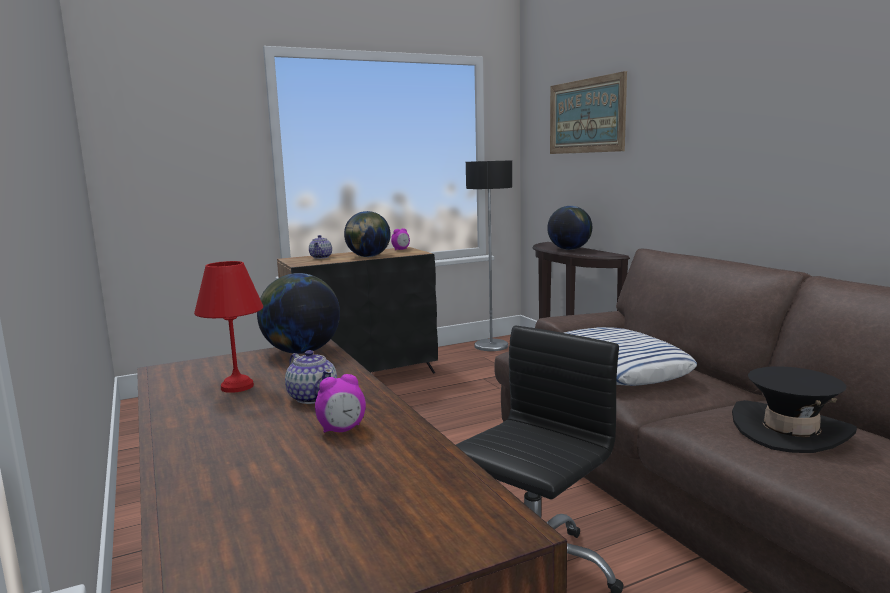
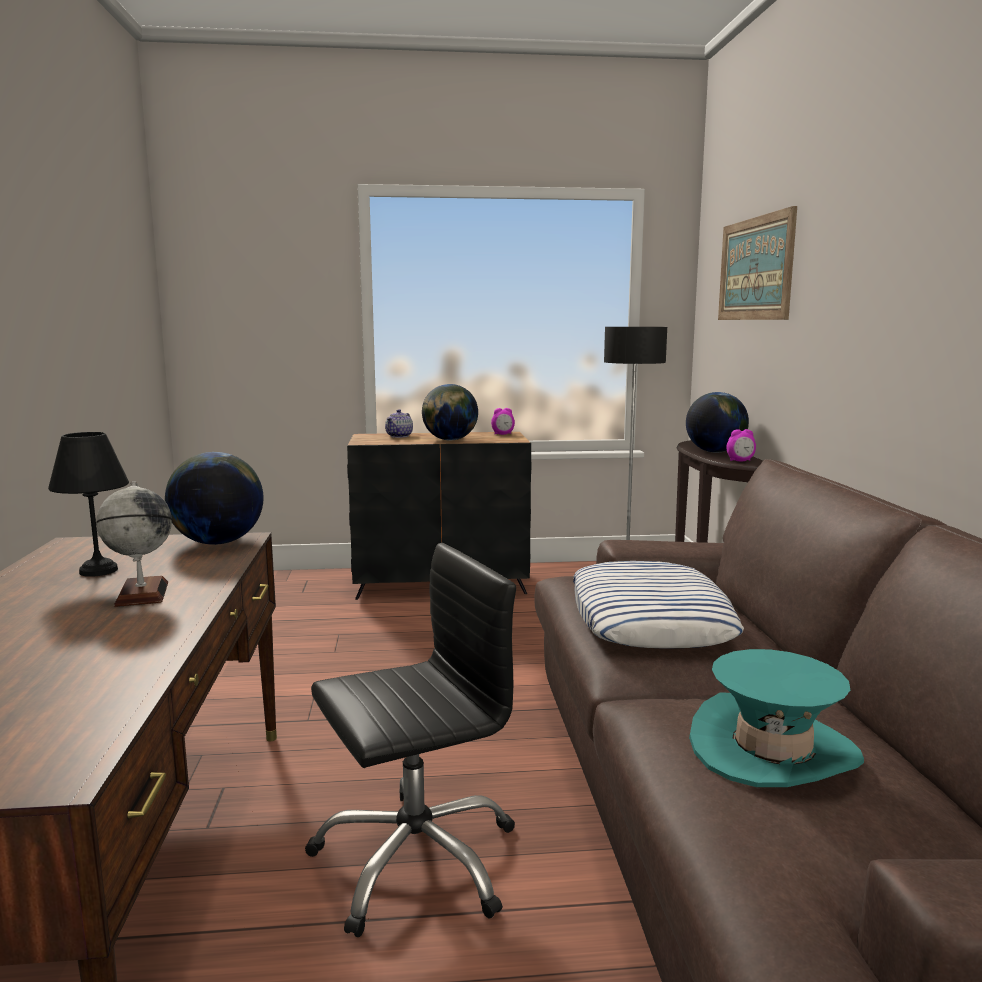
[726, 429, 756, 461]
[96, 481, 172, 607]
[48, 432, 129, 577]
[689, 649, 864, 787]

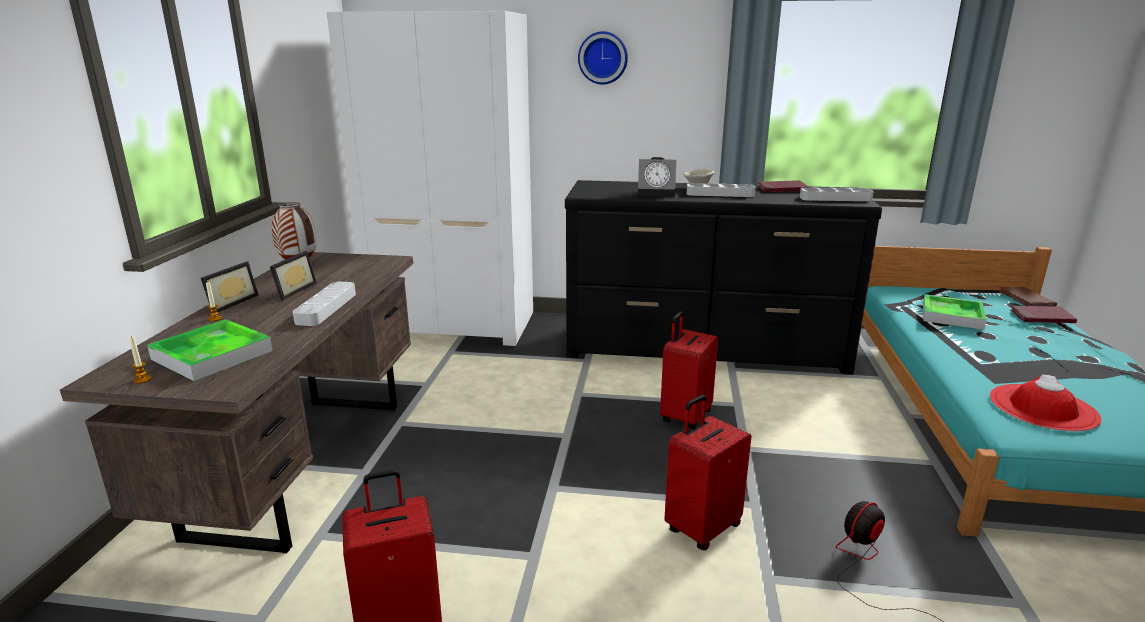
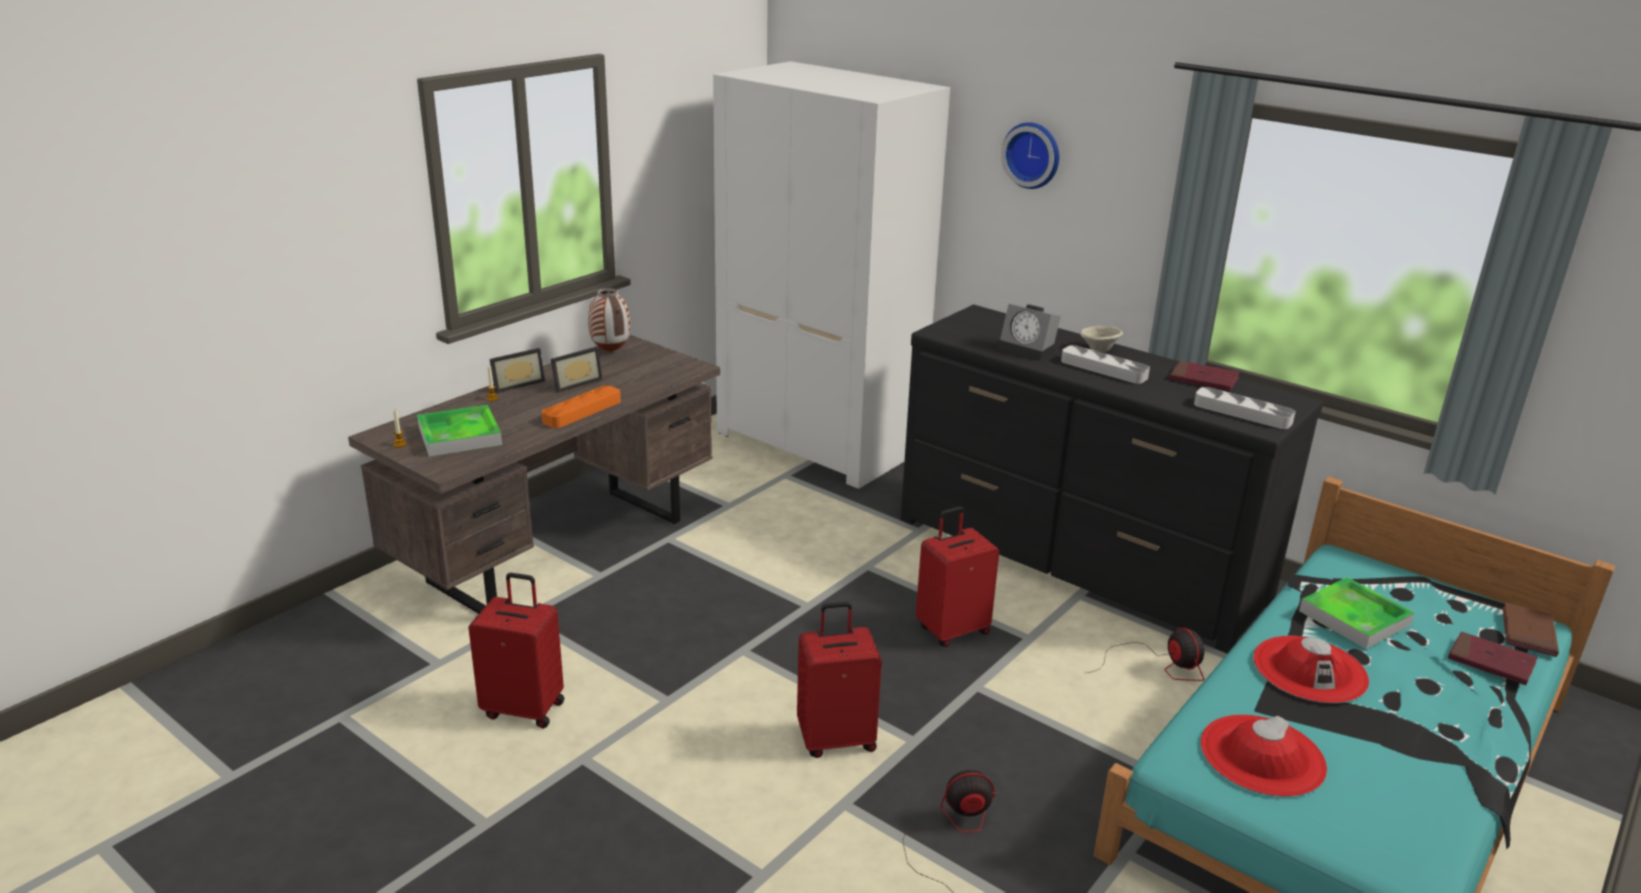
[1087, 628, 1204, 681]
[1253, 636, 1369, 703]
[542, 385, 621, 428]

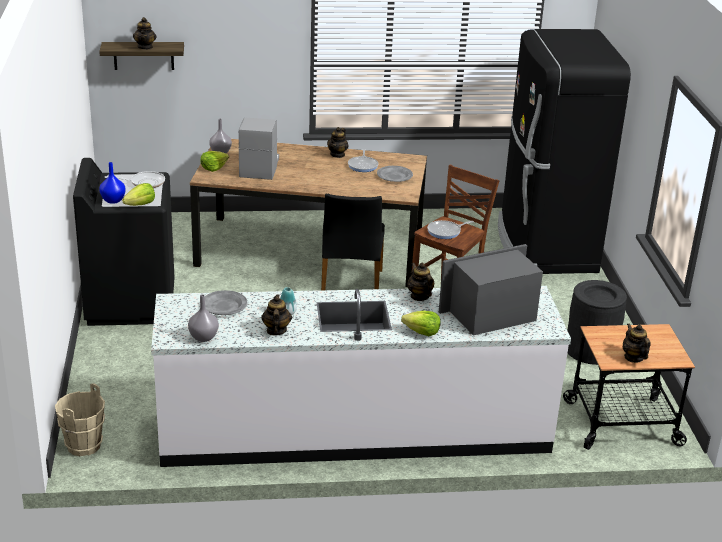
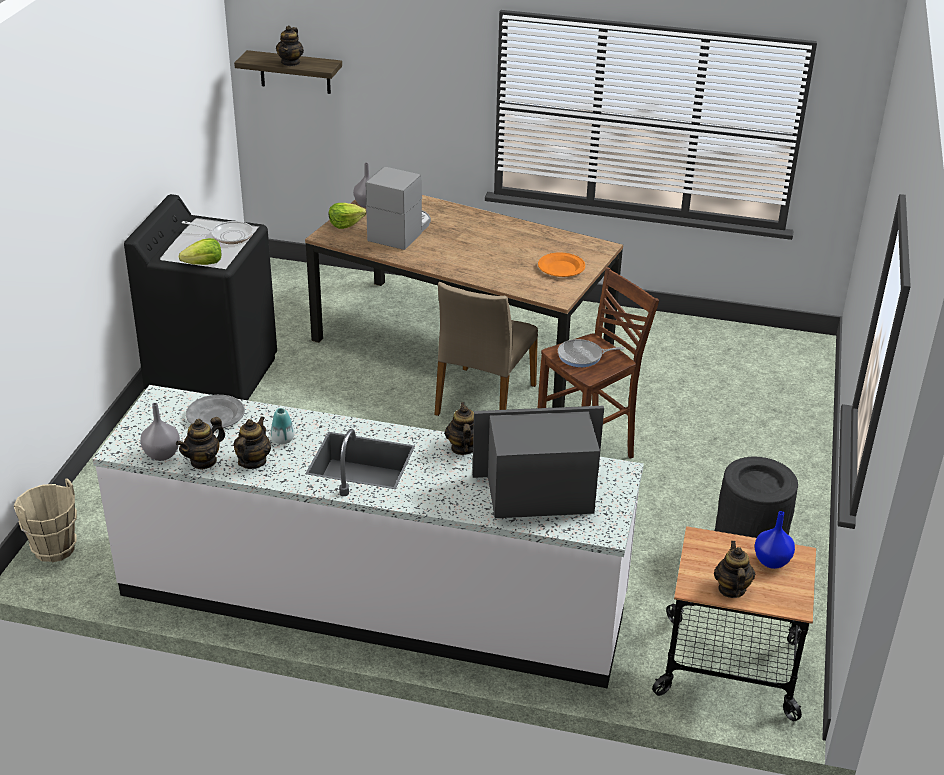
[348, 149, 378, 172] (first image)
[401, 311, 441, 336] (first image)
[498, 29, 631, 274] (first image)
[755, 511, 795, 569]
[176, 417, 225, 470]
[434, 282, 538, 416]
[538, 252, 585, 277]

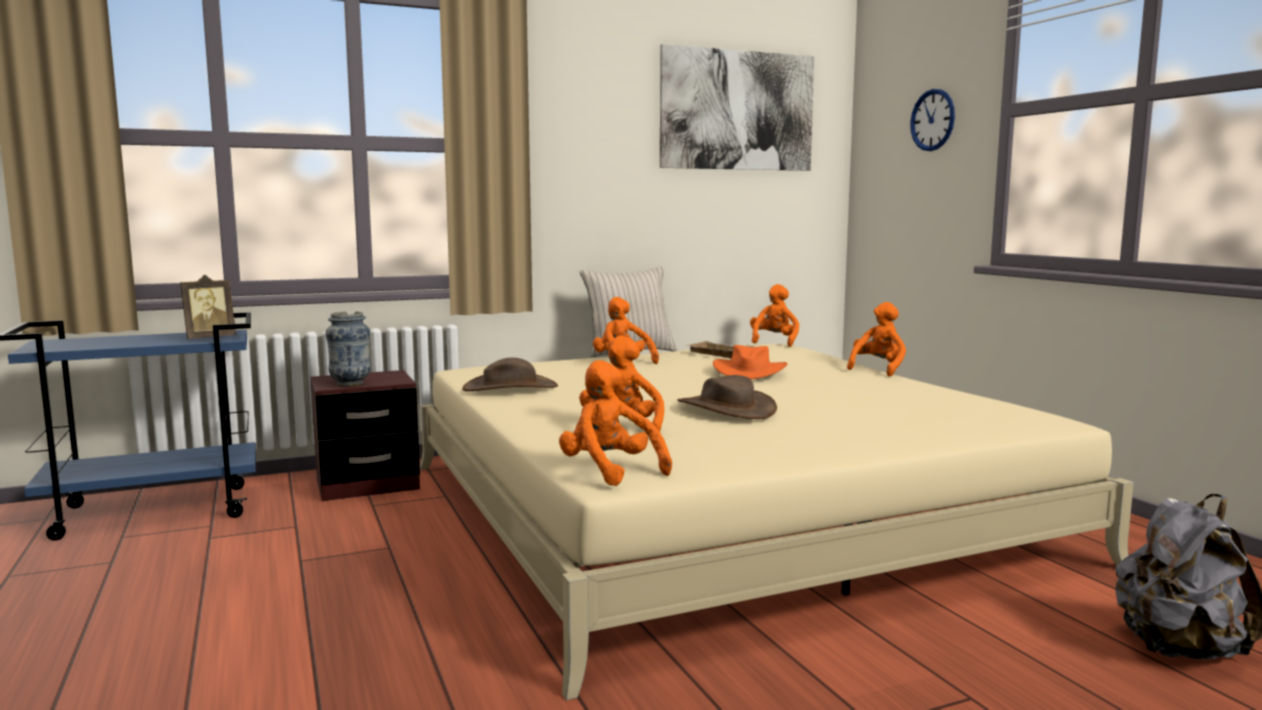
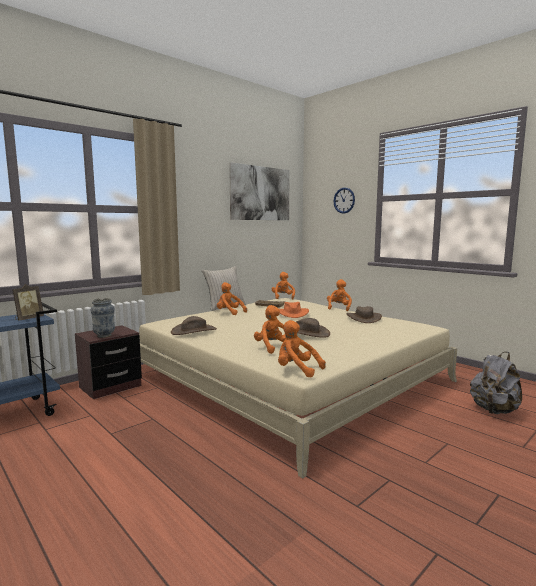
[347, 306, 382, 323]

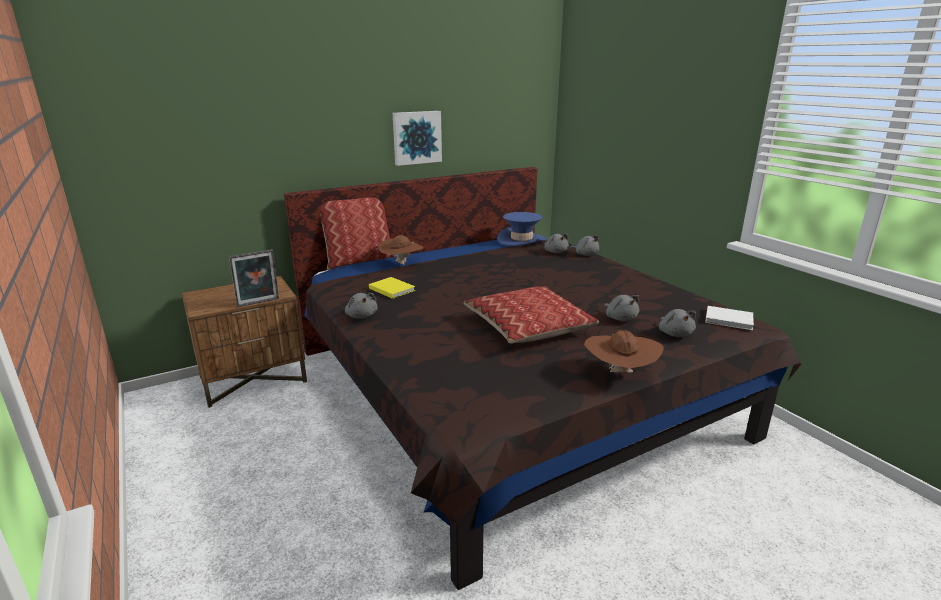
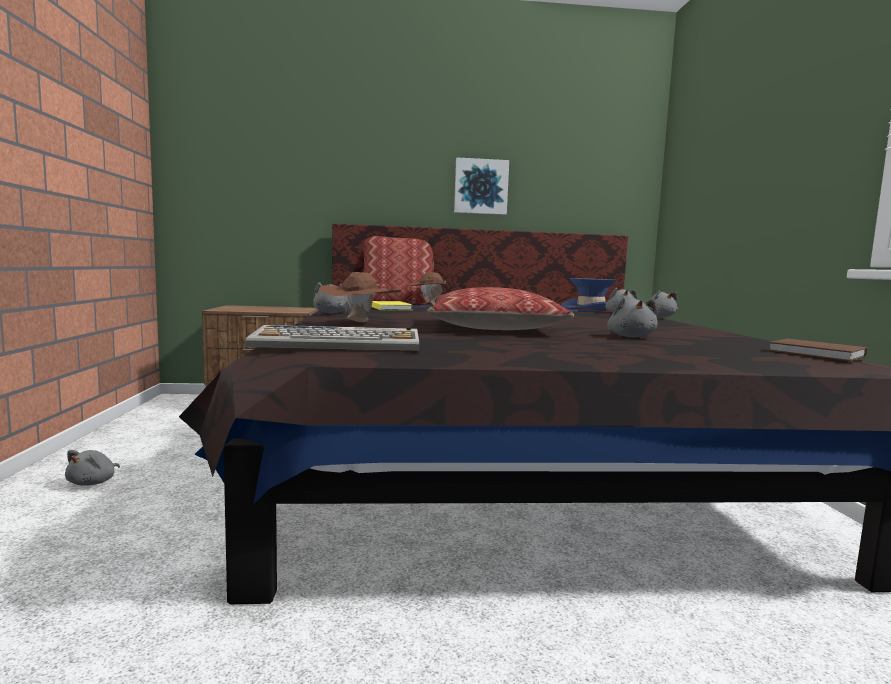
[229, 249, 279, 307] (first image)
[245, 325, 419, 351]
[319, 272, 401, 323]
[65, 450, 120, 486]
[768, 339, 867, 361]

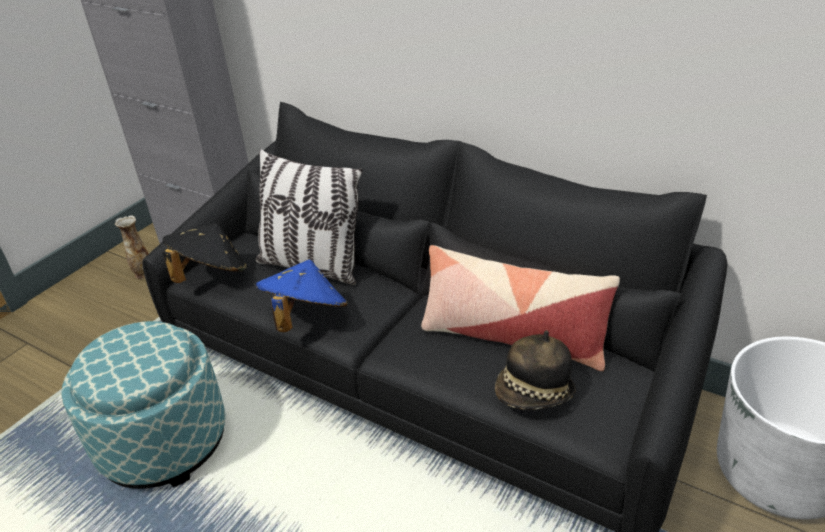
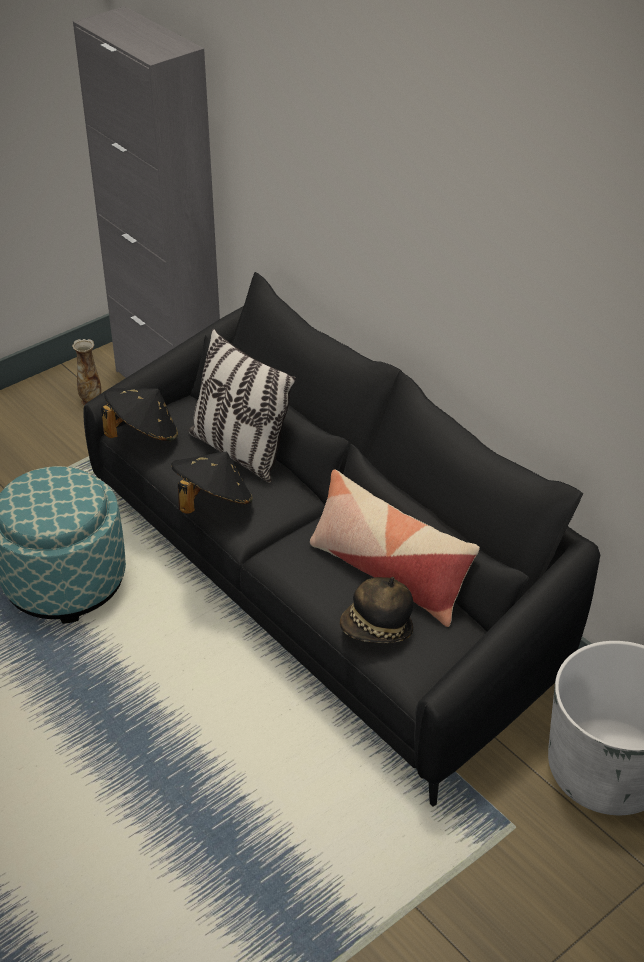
[171, 452, 253, 514]

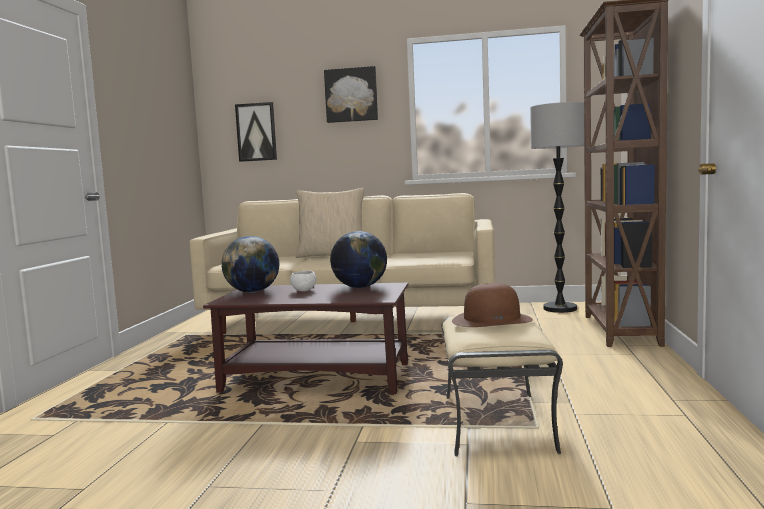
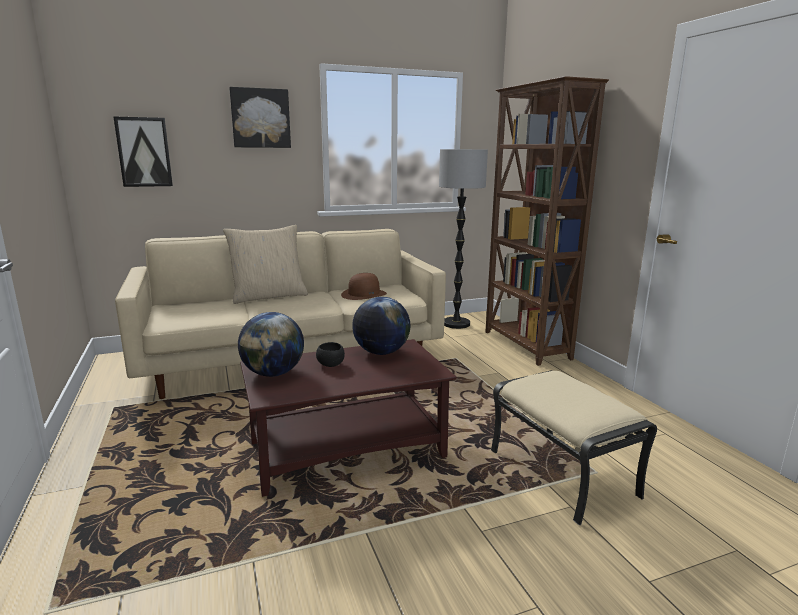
[341, 273, 387, 300]
[316, 342, 345, 367]

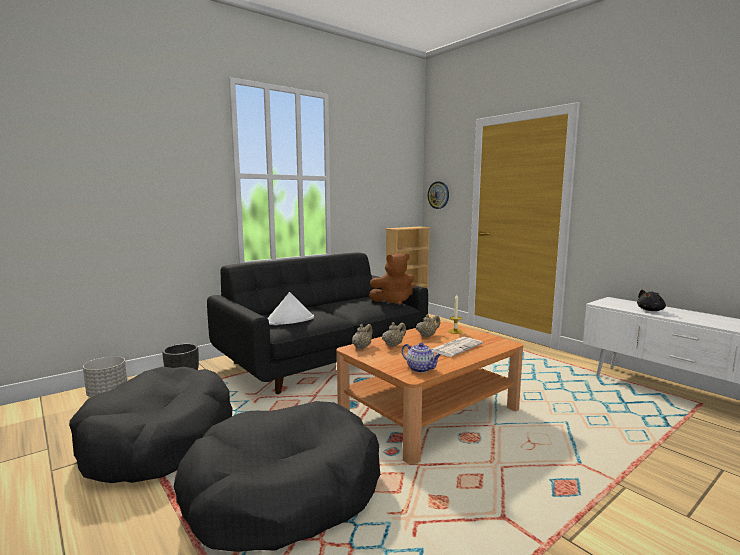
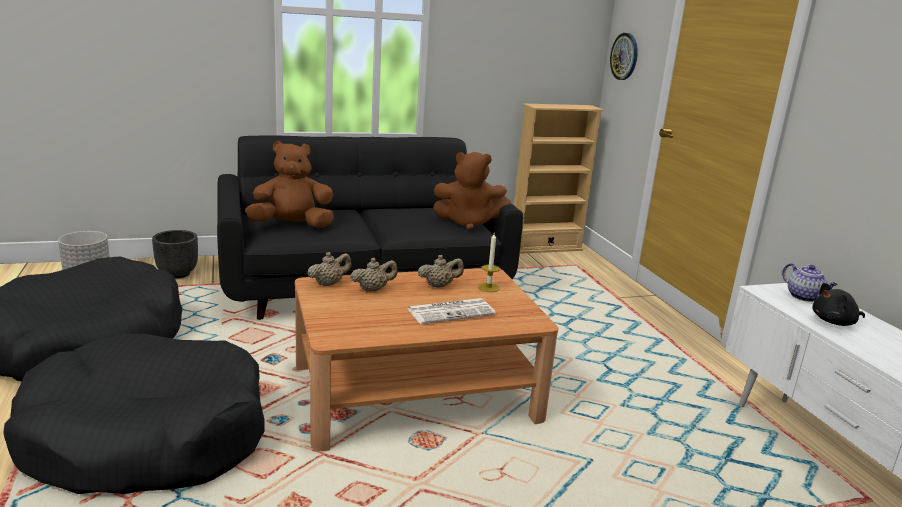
[782, 263, 838, 302]
[245, 141, 334, 228]

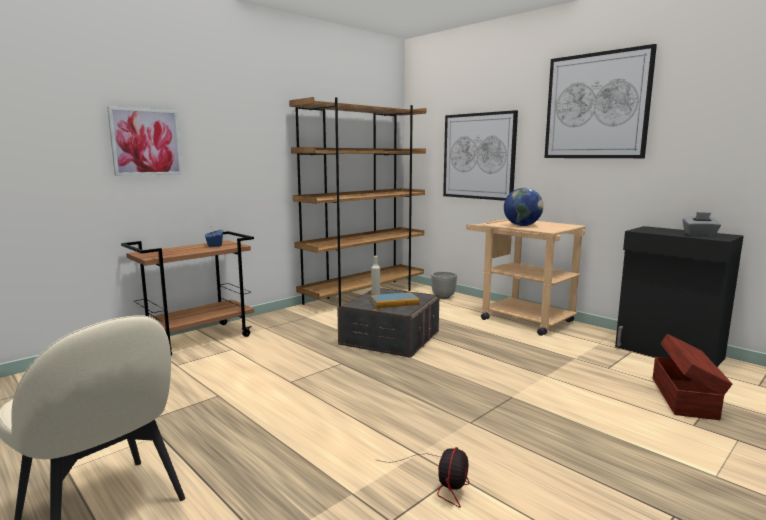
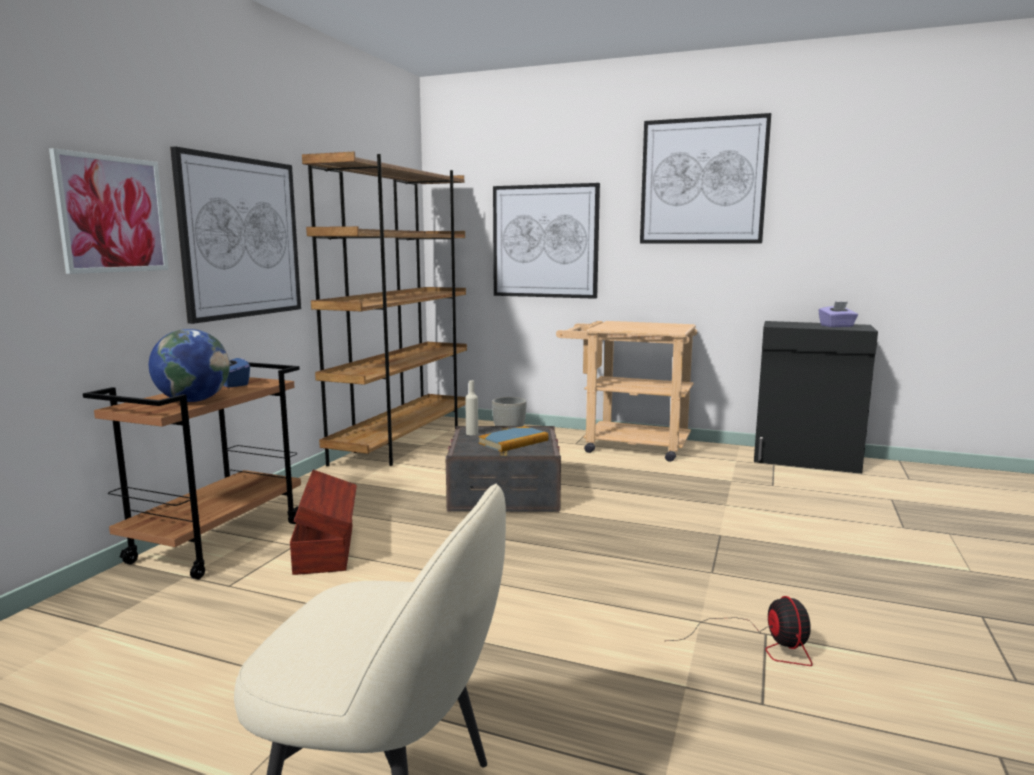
[170, 147, 301, 324]
[149, 329, 230, 402]
[290, 470, 357, 575]
[818, 302, 858, 327]

